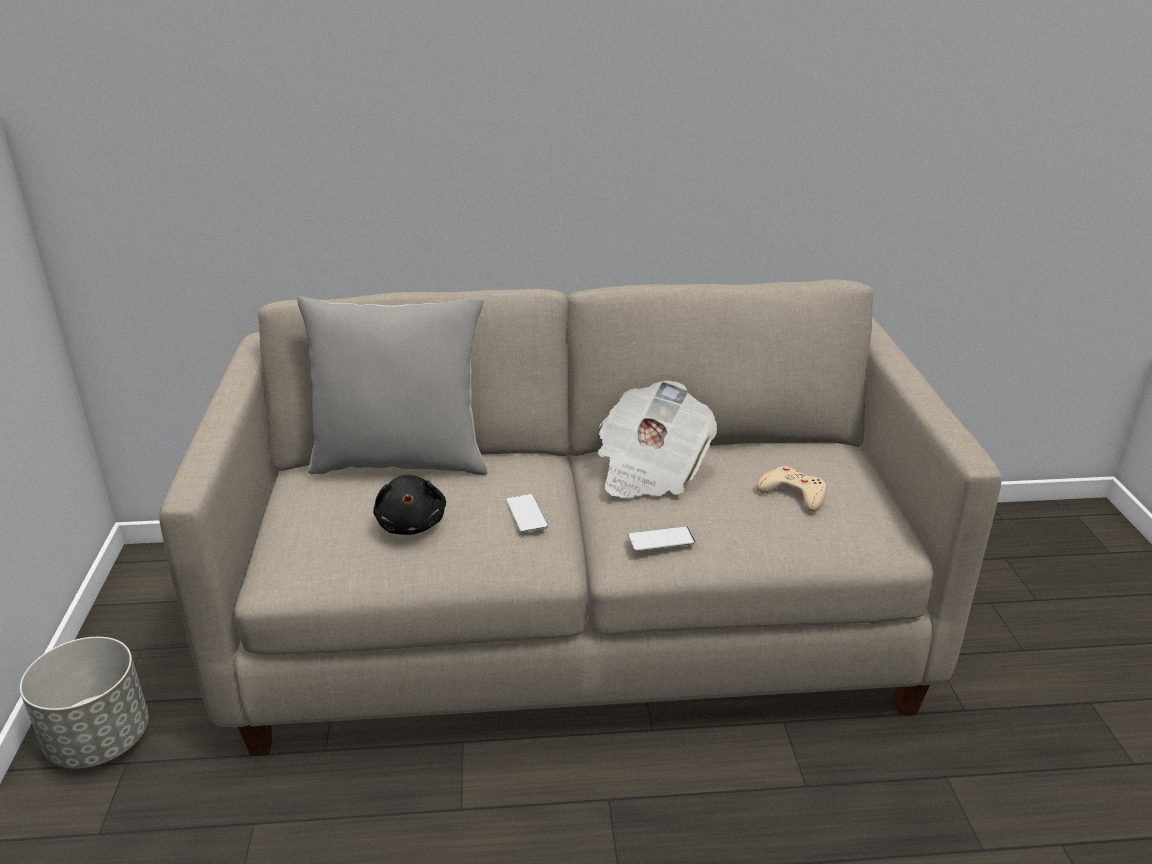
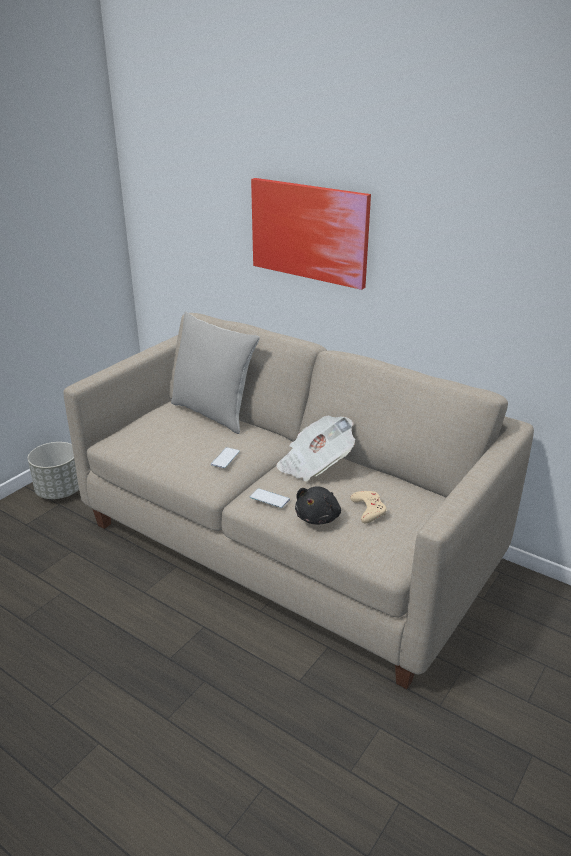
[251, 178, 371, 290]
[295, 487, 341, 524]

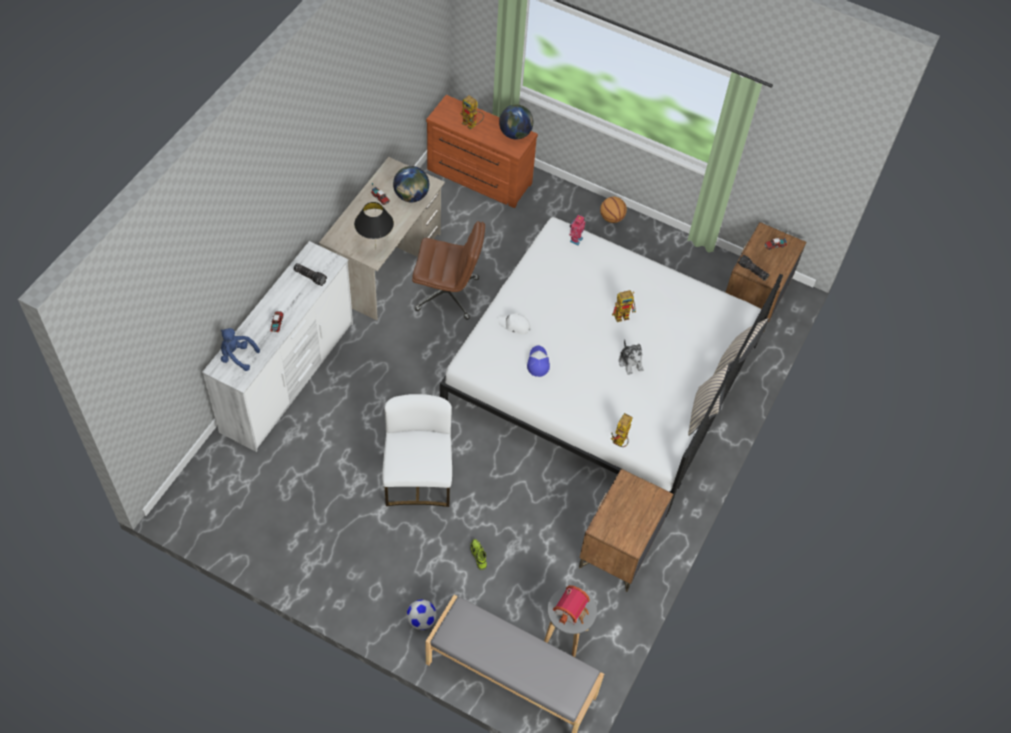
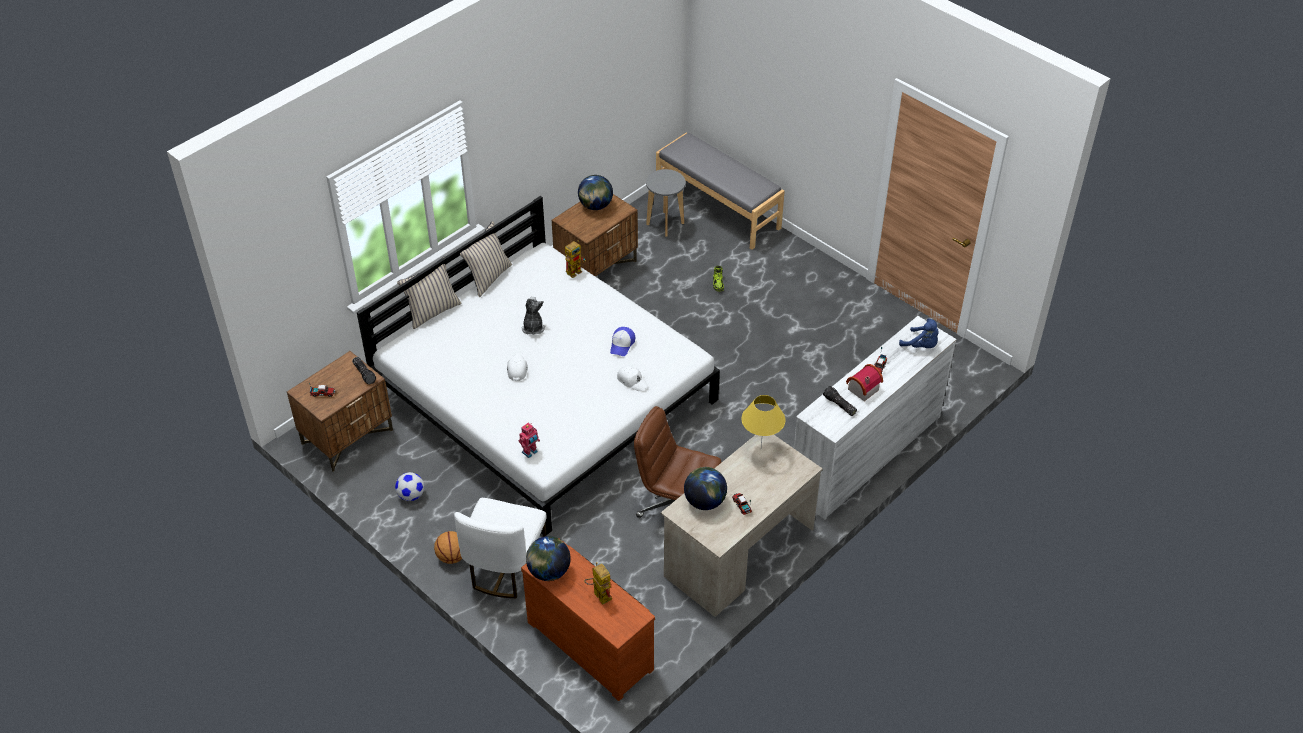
[578, 175, 613, 210]
[454, 498, 547, 598]
[395, 472, 424, 501]
[846, 364, 883, 401]
[507, 353, 528, 381]
[741, 395, 786, 447]

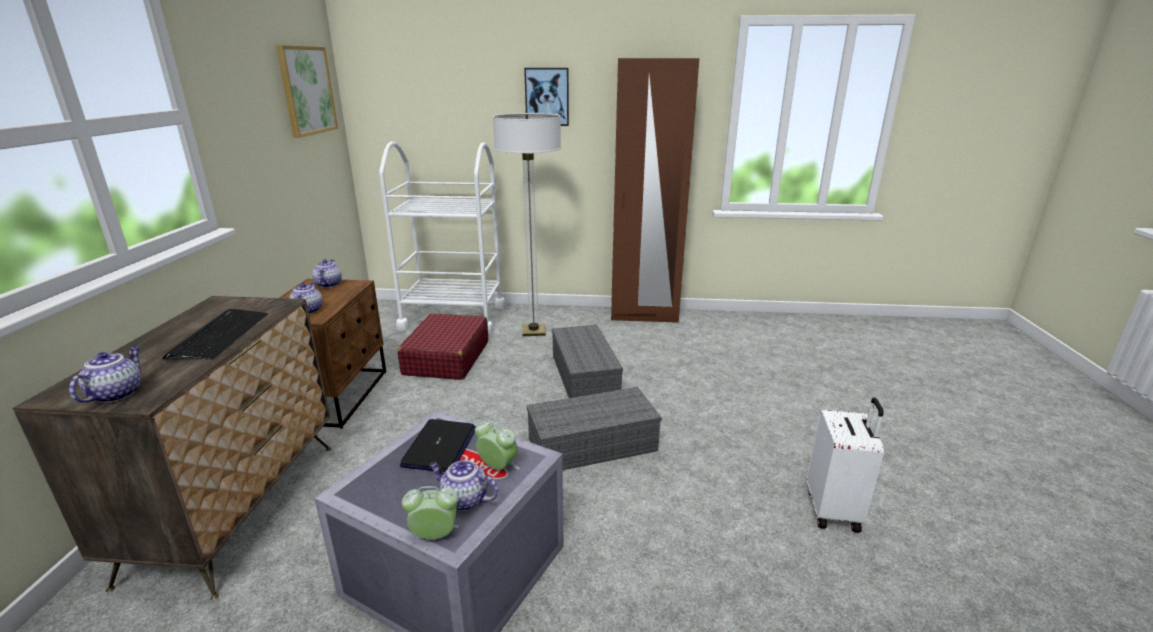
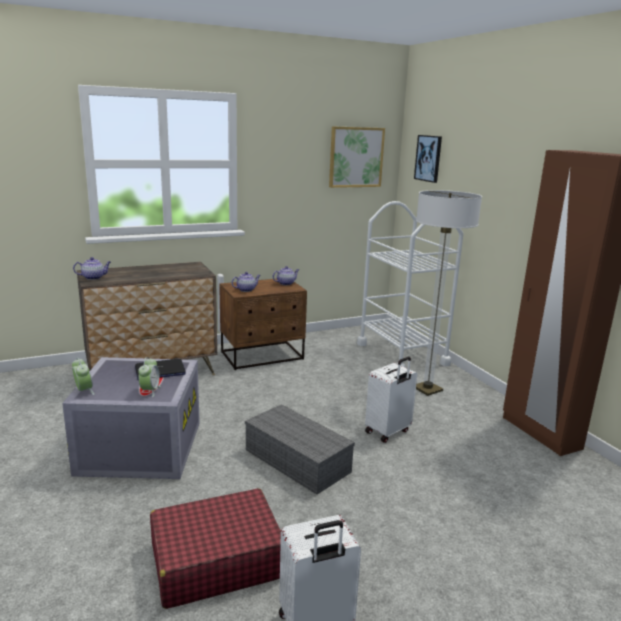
[163, 309, 268, 360] (first image)
[429, 460, 498, 511] (first image)
[150, 488, 281, 609]
[414, 135, 442, 183]
[365, 357, 417, 443]

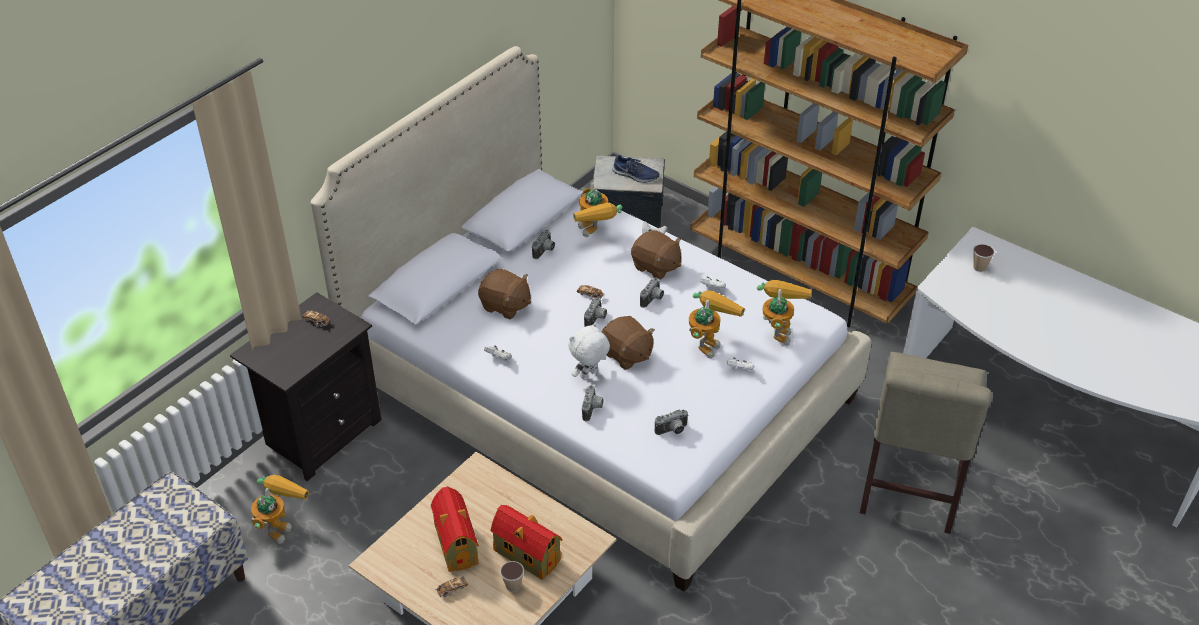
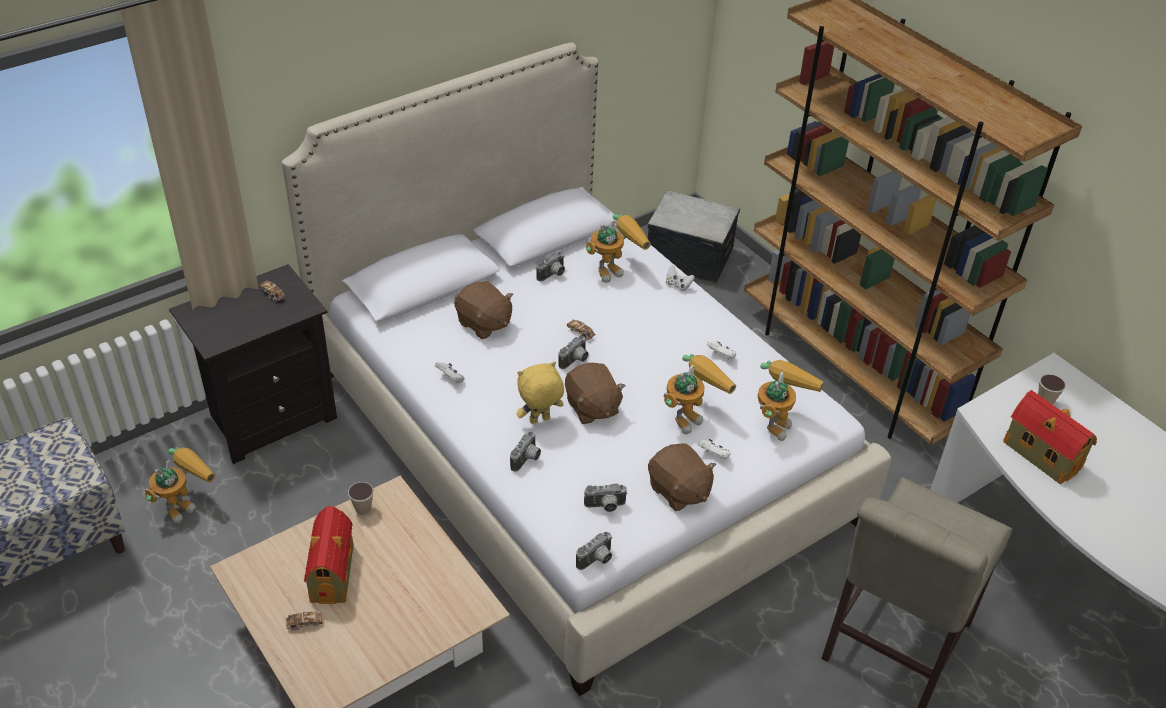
[612, 155, 659, 183] (first image)
[1003, 390, 1097, 484]
[348, 482, 374, 515]
[648, 443, 716, 511]
[576, 532, 612, 570]
[517, 362, 564, 424]
[586, 214, 651, 283]

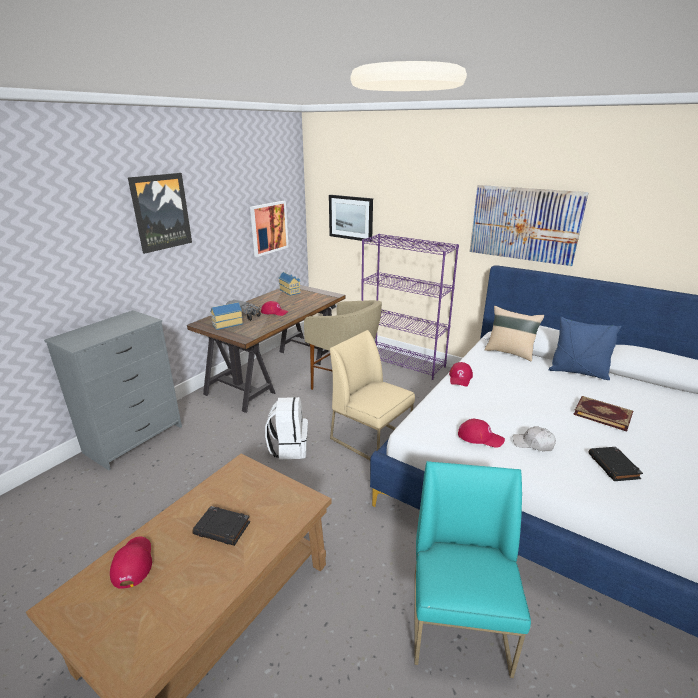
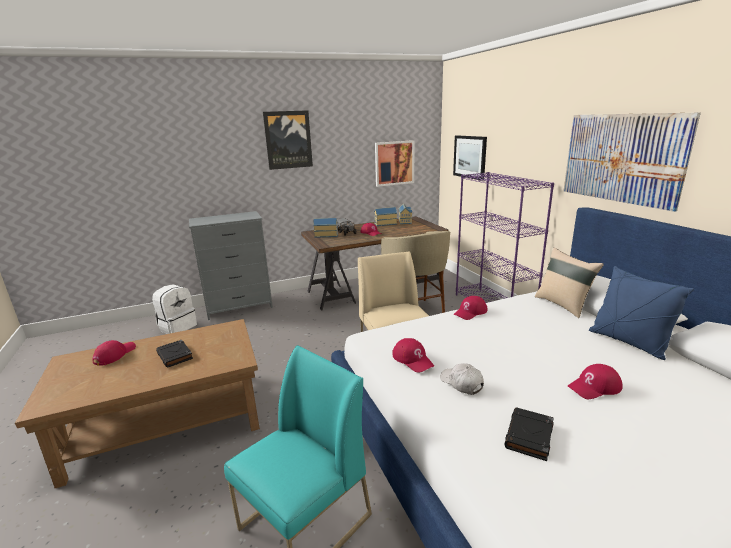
[374, 207, 397, 226]
[152, 284, 197, 334]
[568, 364, 623, 399]

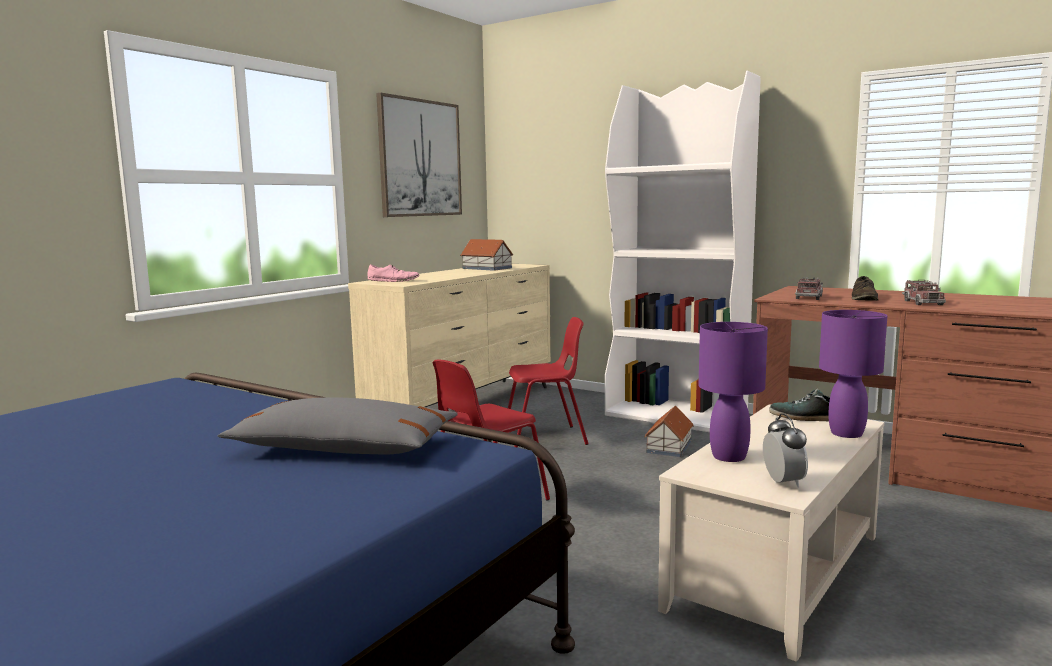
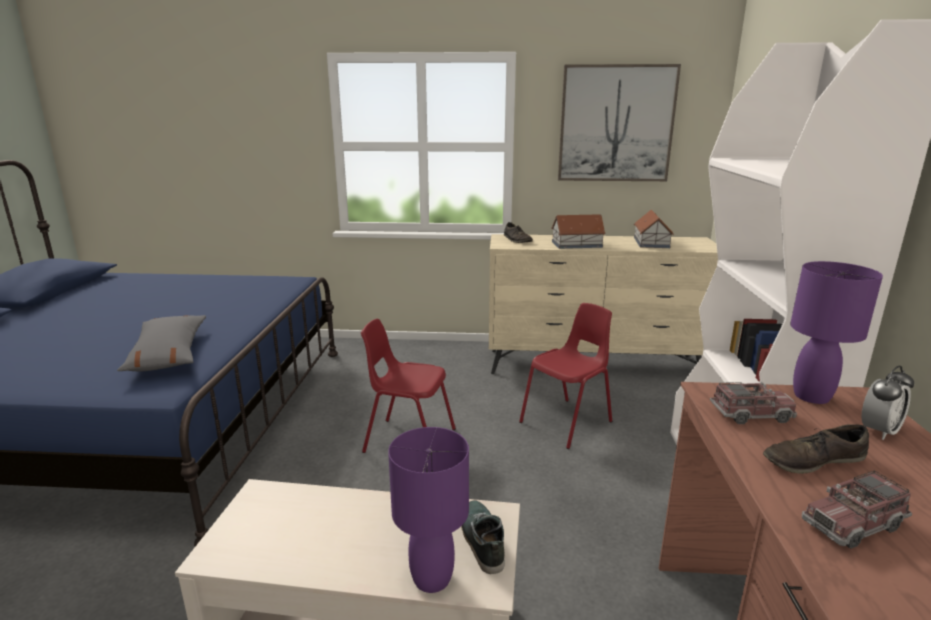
[551, 214, 606, 249]
[790, 261, 883, 404]
[861, 366, 914, 440]
[504, 222, 533, 243]
[519, 303, 612, 449]

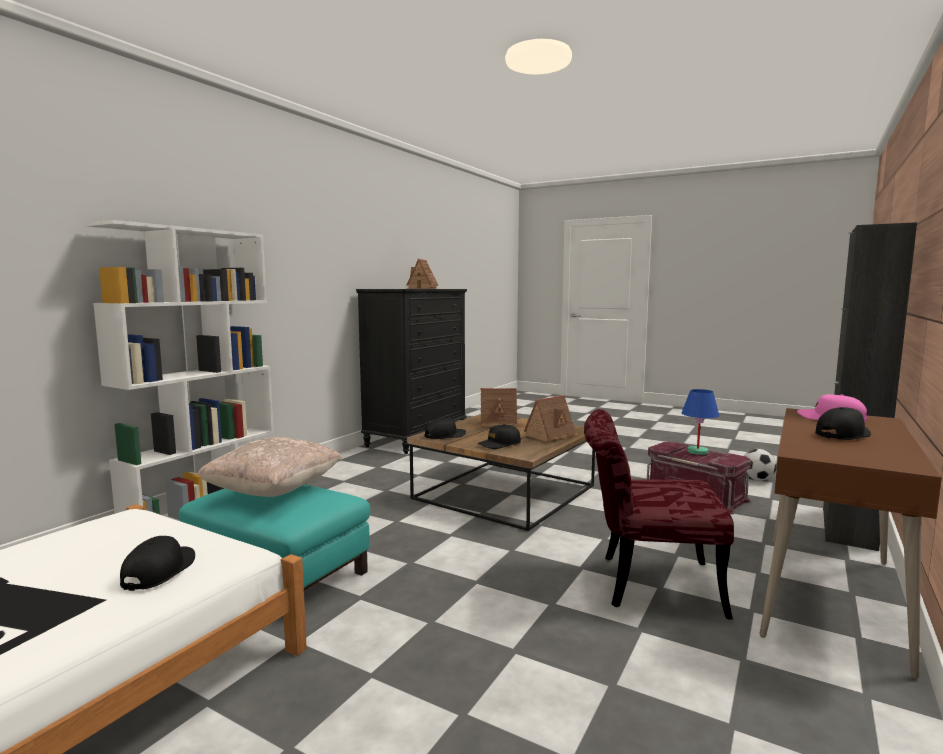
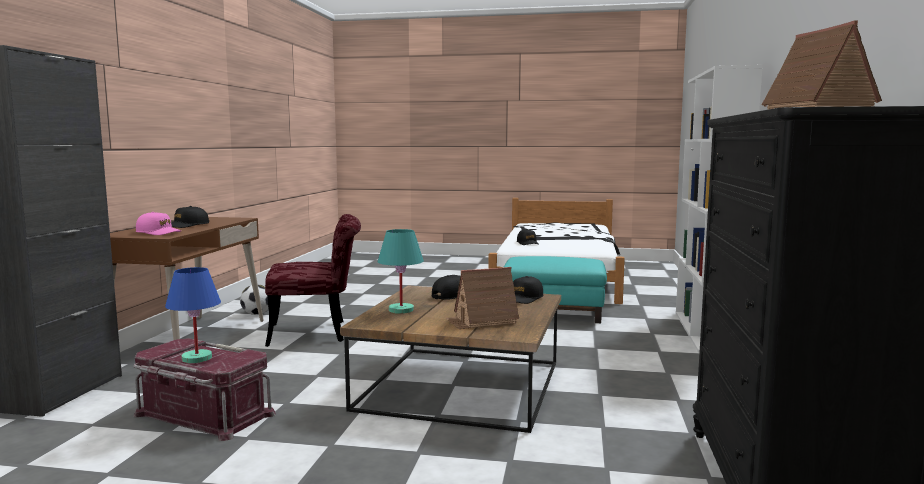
[197, 437, 343, 497] (first image)
[240, 284, 269, 315]
[378, 229, 424, 314]

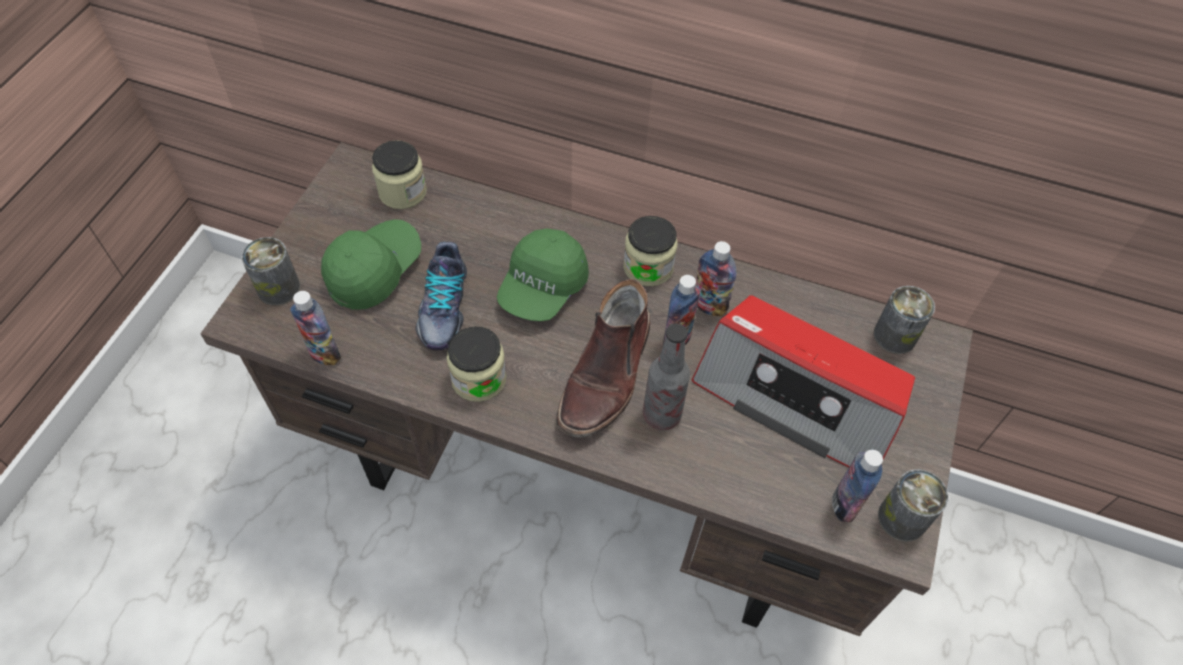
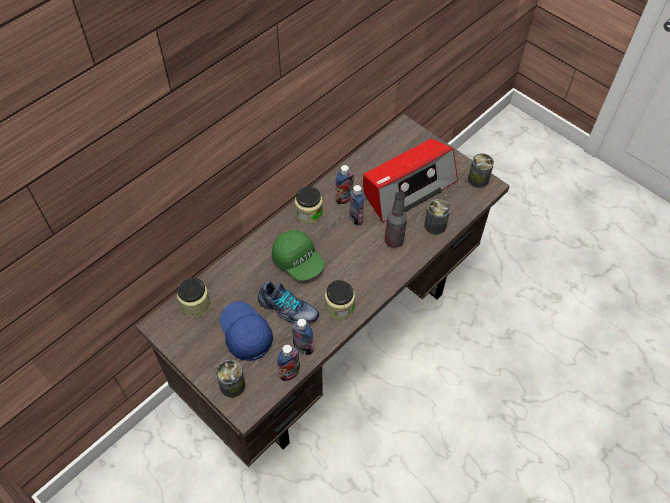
[556, 279, 650, 438] (first image)
[292, 318, 314, 355]
[424, 199, 450, 235]
[220, 302, 273, 361]

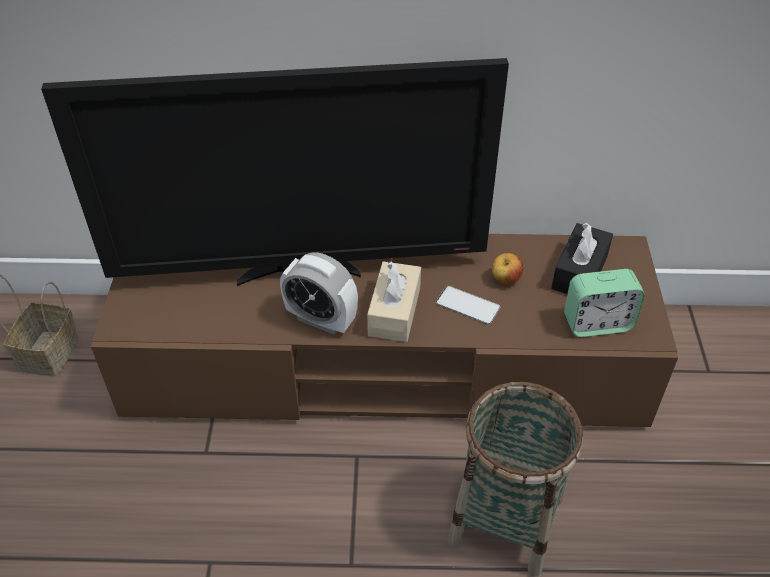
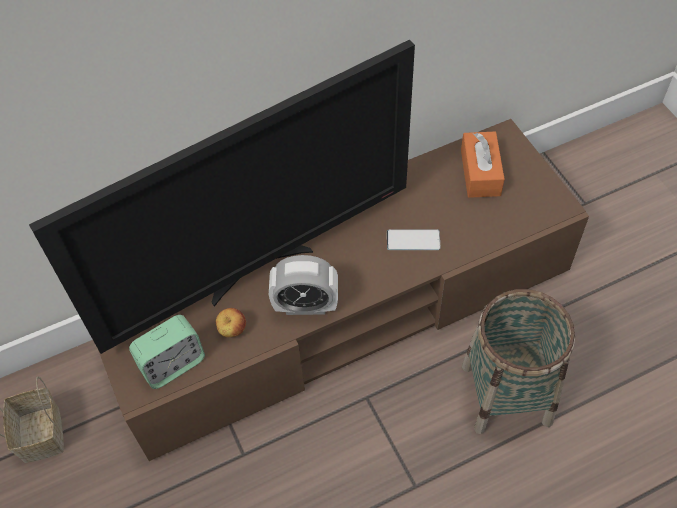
[367, 261, 421, 342] (first image)
[216, 308, 246, 337]
[129, 315, 205, 389]
[461, 131, 505, 198]

